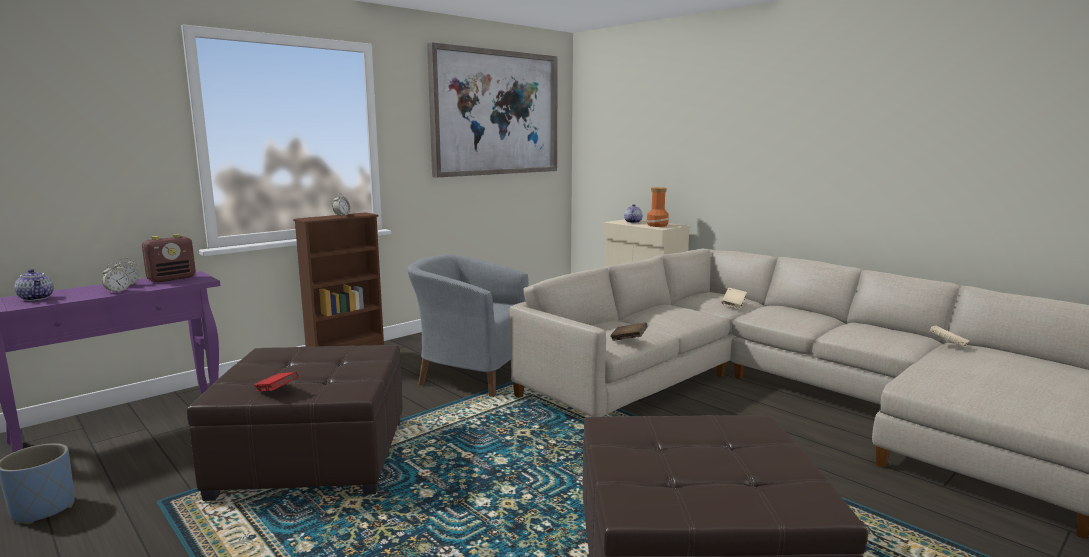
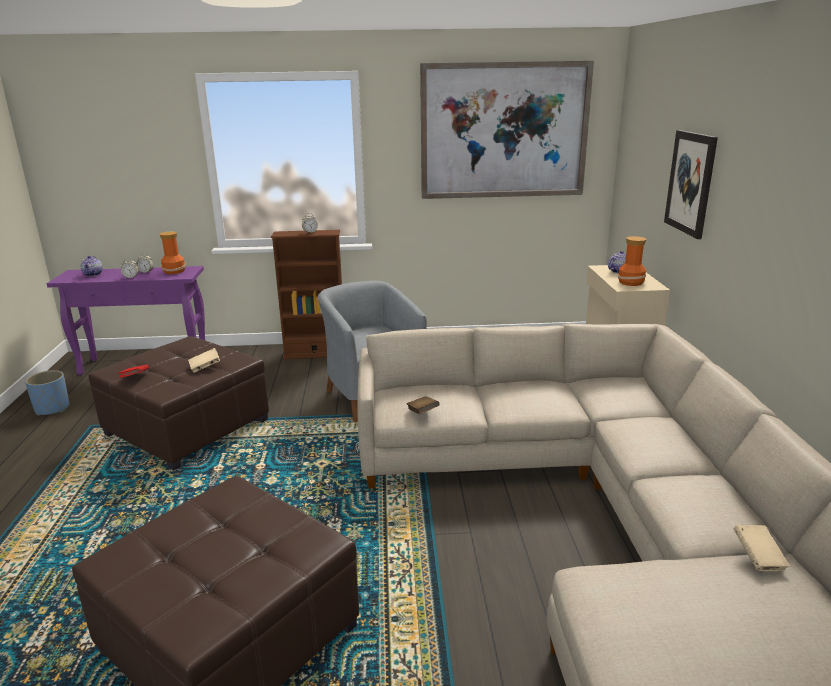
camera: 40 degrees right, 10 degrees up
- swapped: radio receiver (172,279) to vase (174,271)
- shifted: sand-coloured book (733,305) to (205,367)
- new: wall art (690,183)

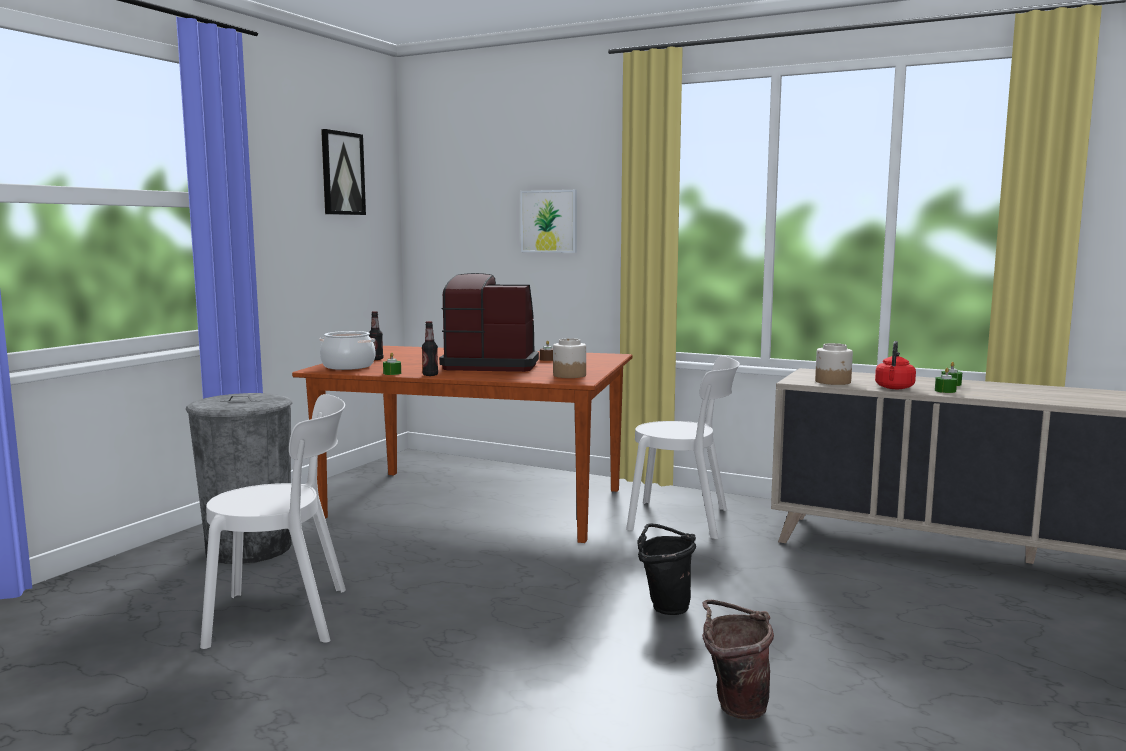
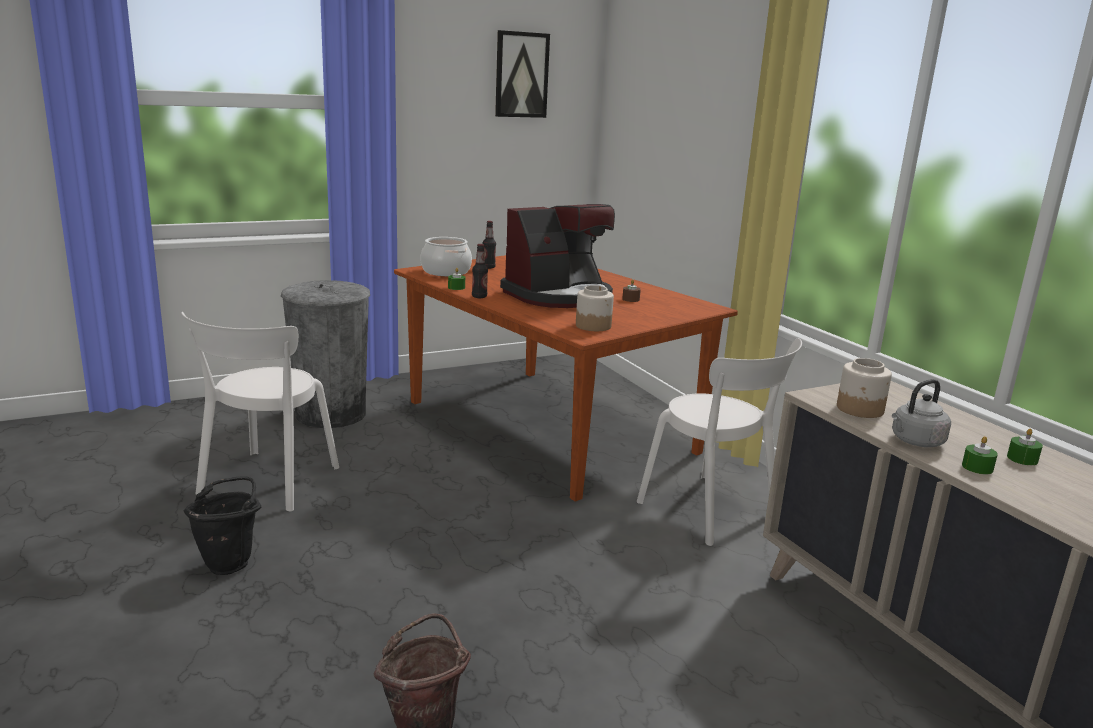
camera: 35 degrees right, 10 degrees up
- rotated: white plain chair (286,616) = (266,483) 75 degrees clockwise
- shifted: blackish water bucket (665,606) to (230,562)
- rotated: coffee brewer (490,365) = (559,296) 105 degrees clockwise
- repainted: reddish kettle (894,388) to gray kettle (915,442)
- gone: wall art (549,221)

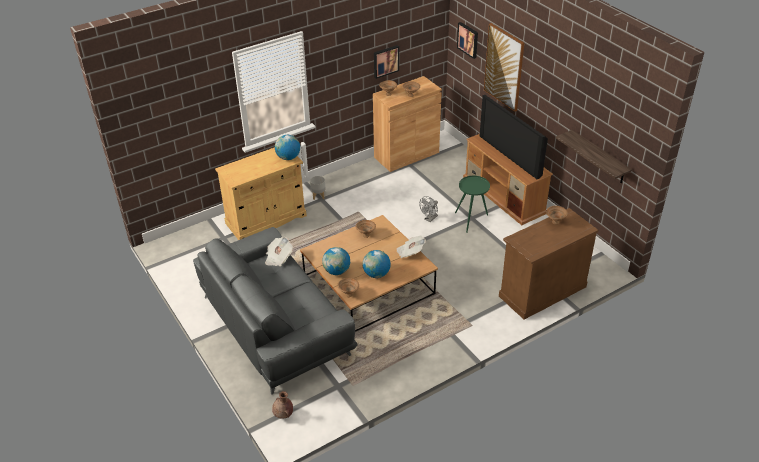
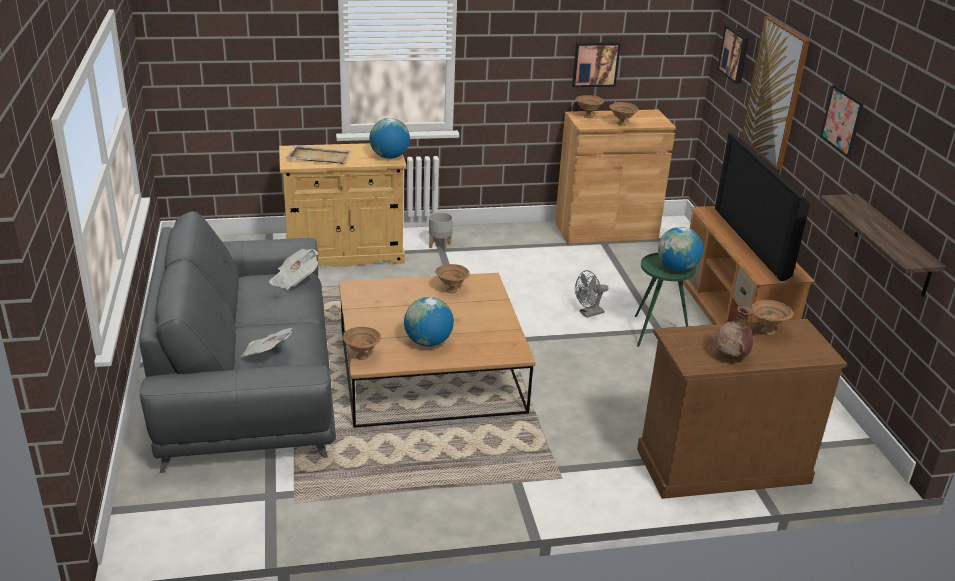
camera: 20 degrees right, 10 degrees down
- shifted: printed paper (410,252) to (267,354)
- new: sand-coloured tray (318,157)
- shifted: world globe (336,271) to (677,268)
- shifted: brownish vase (283,414) to (730,357)
- new: wall art (842,120)

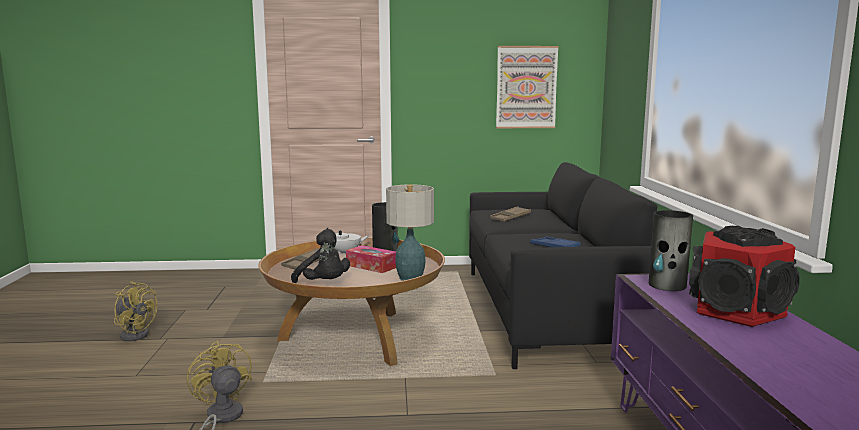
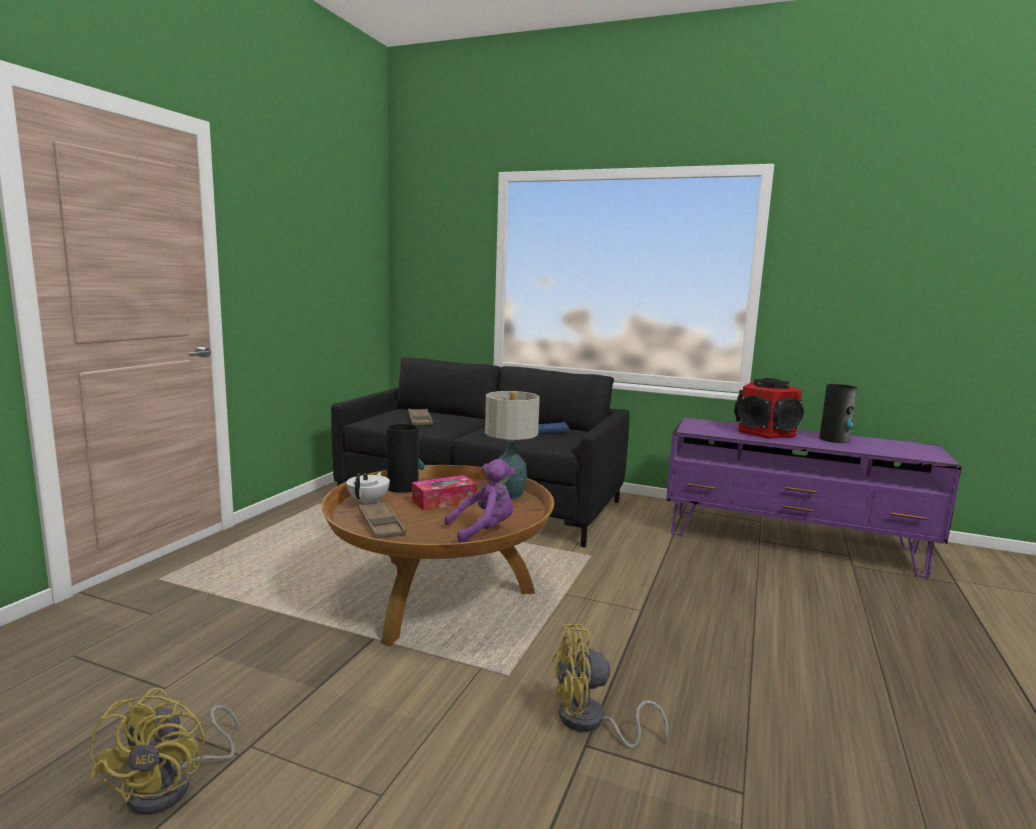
camera: 65 degrees left, 0 degrees up
- rotated: yellow-coloured electric fan (135,334) = (173,786) 120 degrees clockwise
- repainted: blackish plush toy (324,284) to purple plush toy (484,531)
- shifted: vase (667,285) to (834,439)
- gone: wall art (526,87)

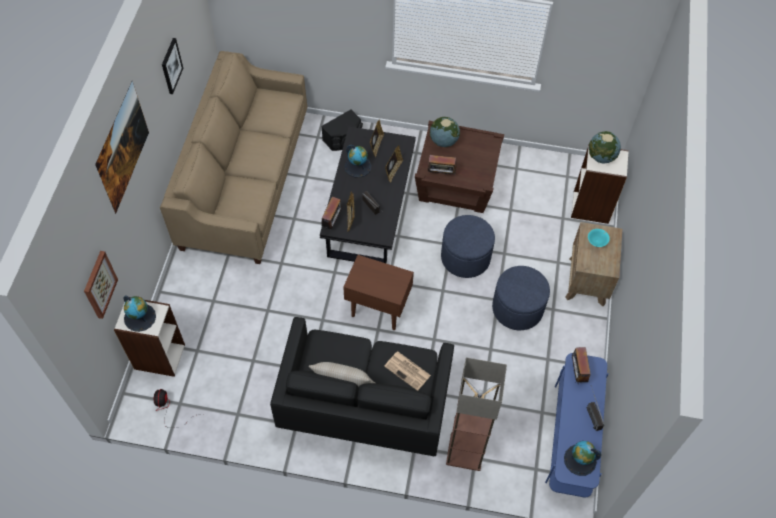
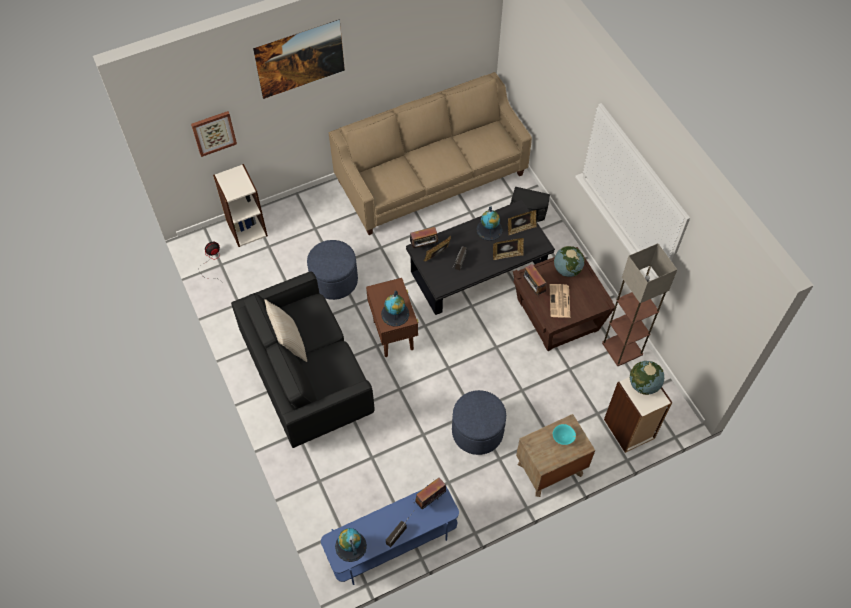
camera: 55 degrees right, 0 degrees up
- shifted: bluish footrest (465,257) to (334,280)
- shifted: world globe (140,317) to (395,314)
- shifted: printed paper (408,371) to (560,301)
- shifted: floor lamp (464,452) to (621,348)
- gone: wall art (171,66)

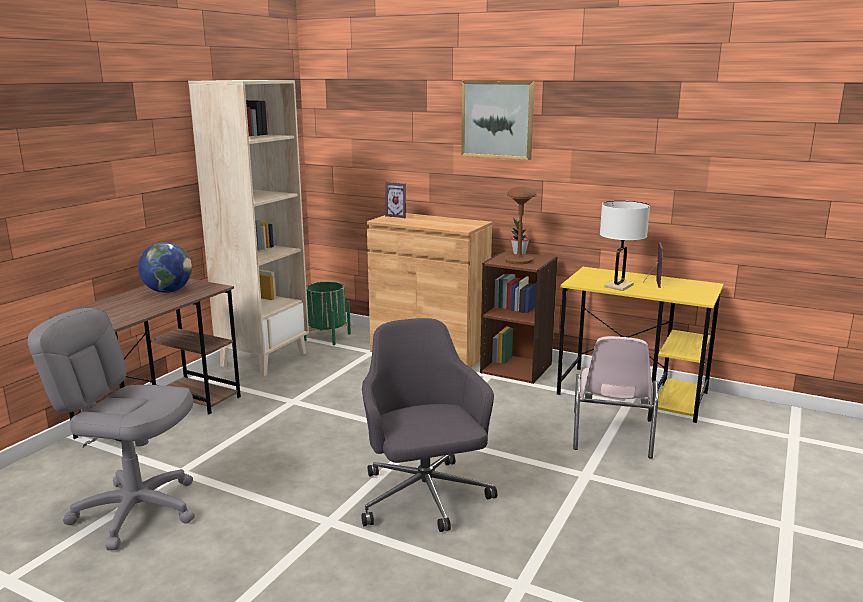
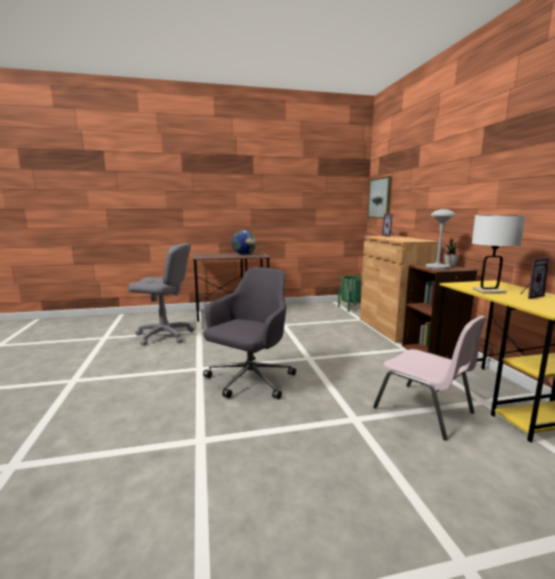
camera: 50 degrees right, 5 degrees down
- rotated: gray computer chair (137,510) = (164,336) 120 degrees clockwise
- shifted: wall art (497,119) to (380,198)
- rotated: pink-coloured plain chair (611,435) = (424,411) 105 degrees counterclockwise
- repainted: brownish lamp for a table (519,260) to gray lamp for a table (437,267)
- gone: sand-coloured bookcase (264,359)

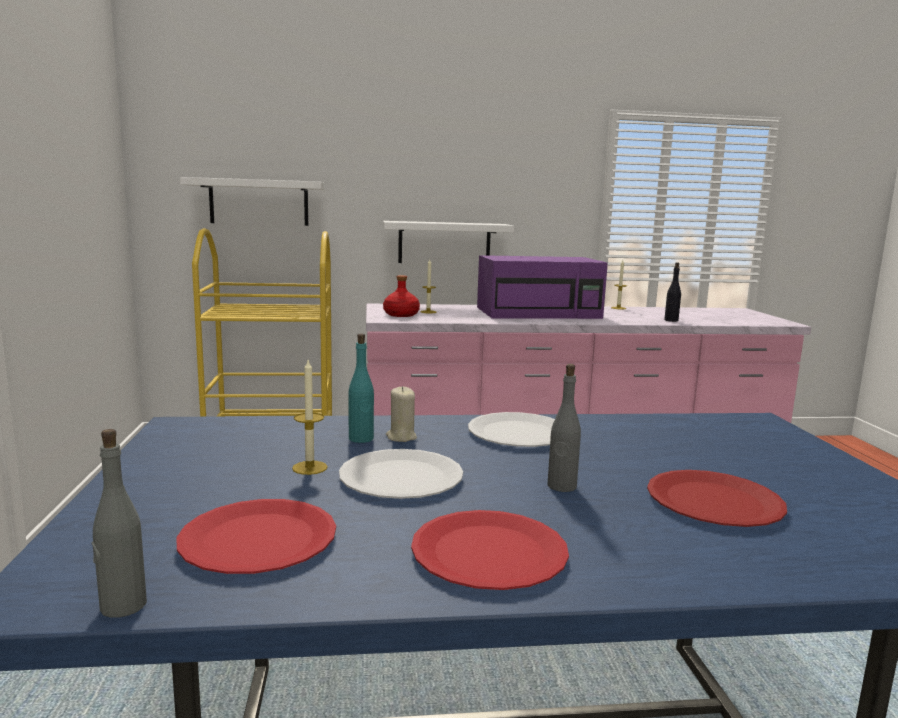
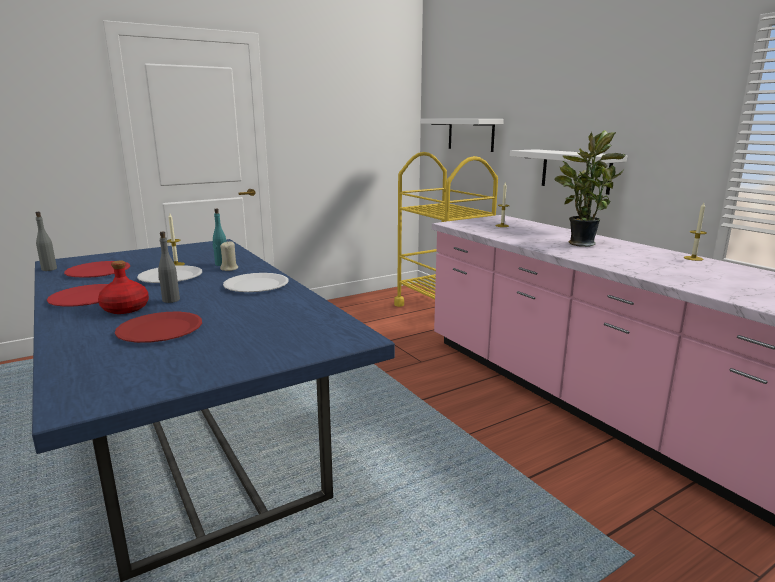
camera: 65 degrees right, 5 degrees up
- shifted: reddish bottle (400,315) to (125,309)
- swapped: purple kitchen microwave (540,313) to plant in a pot (580,243)
- gone: blackish bottle (671,320)

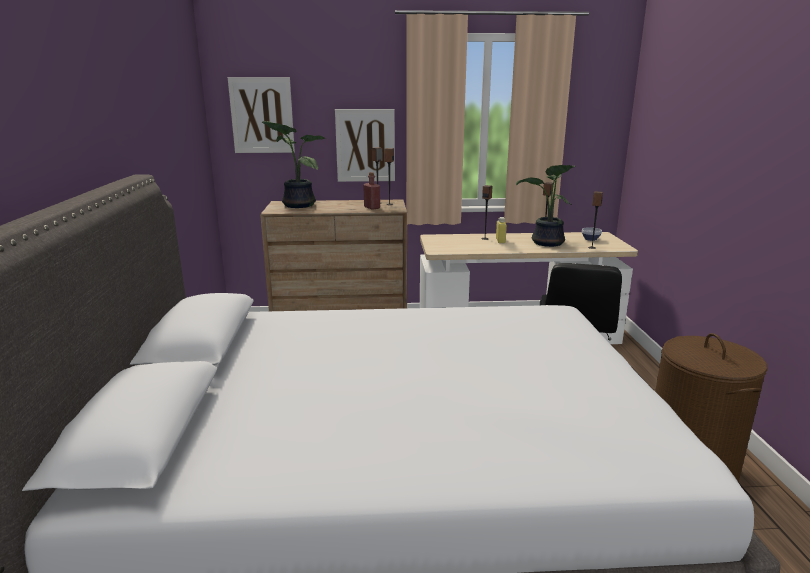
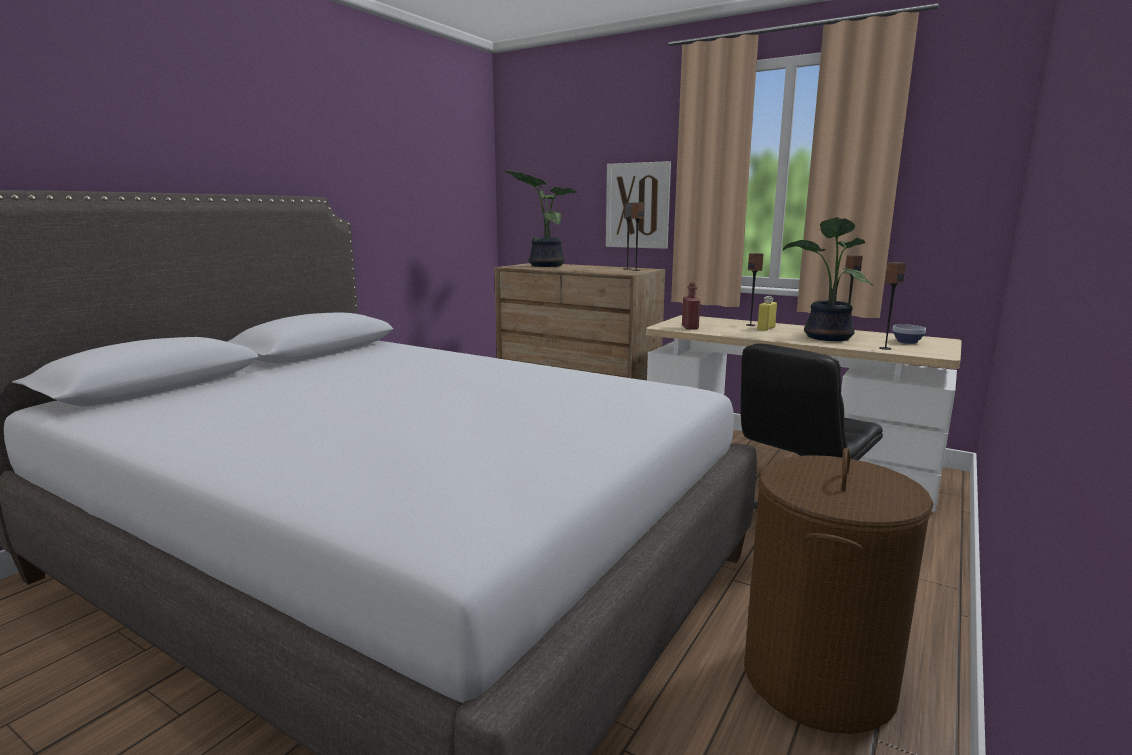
camera: 35 degrees right, 5 degrees down
- shifted: reddish bottle (372,207) to (690,327)
- gone: wall art (262,115)

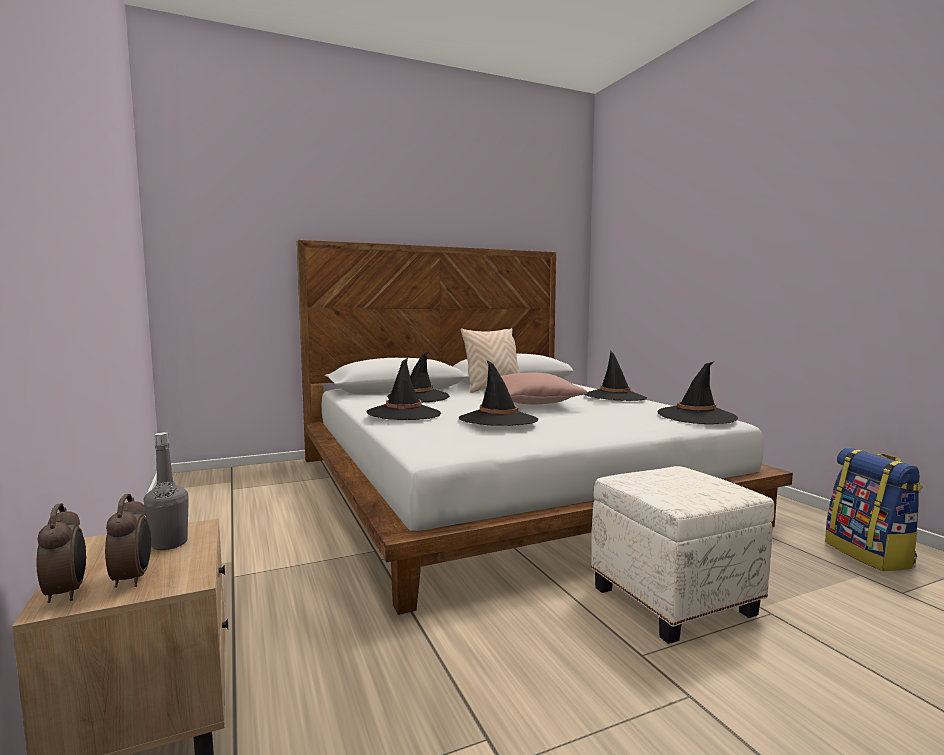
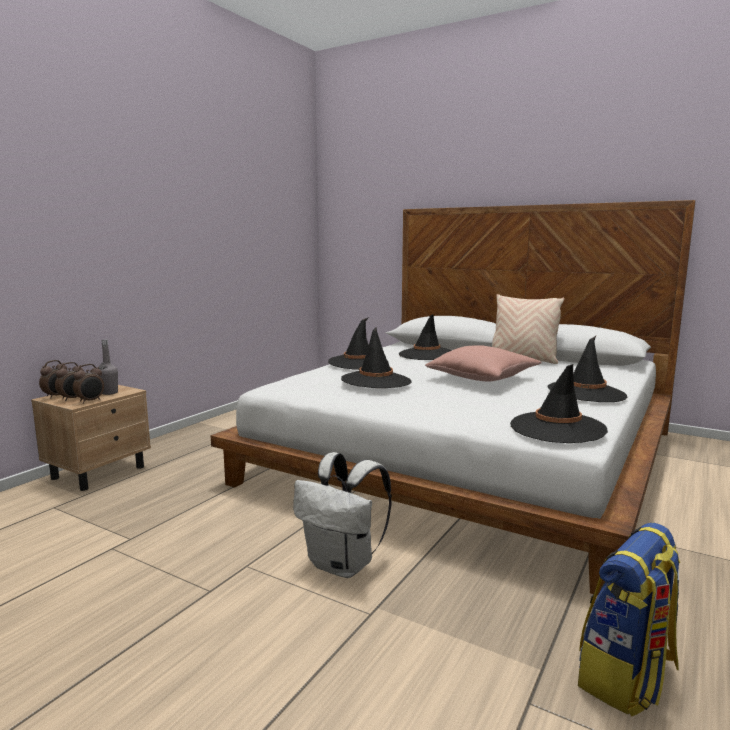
camera: 55 degrees right, 5 degrees up
- new: table clock (90,401)
- swapped: white footrest (673,599) to white rucksack (343,565)

